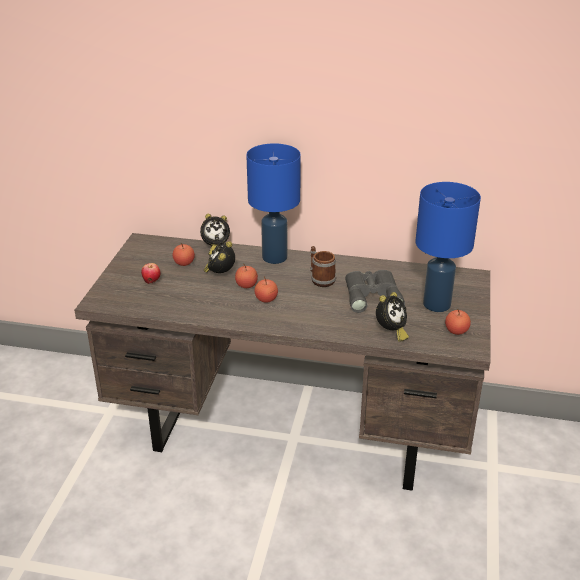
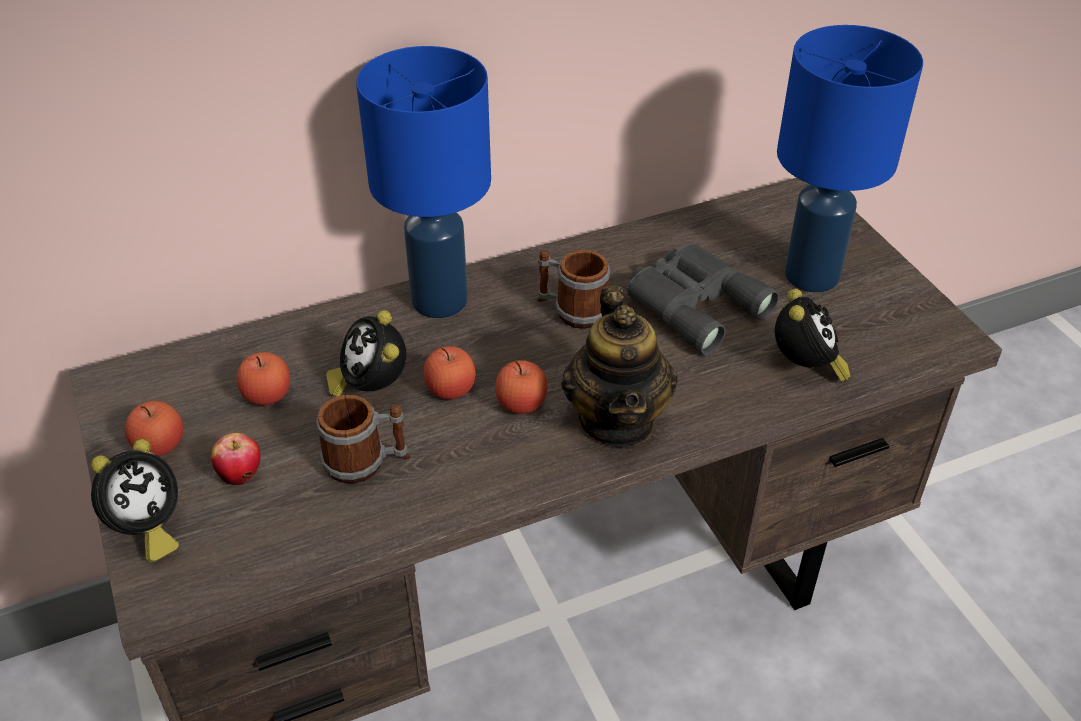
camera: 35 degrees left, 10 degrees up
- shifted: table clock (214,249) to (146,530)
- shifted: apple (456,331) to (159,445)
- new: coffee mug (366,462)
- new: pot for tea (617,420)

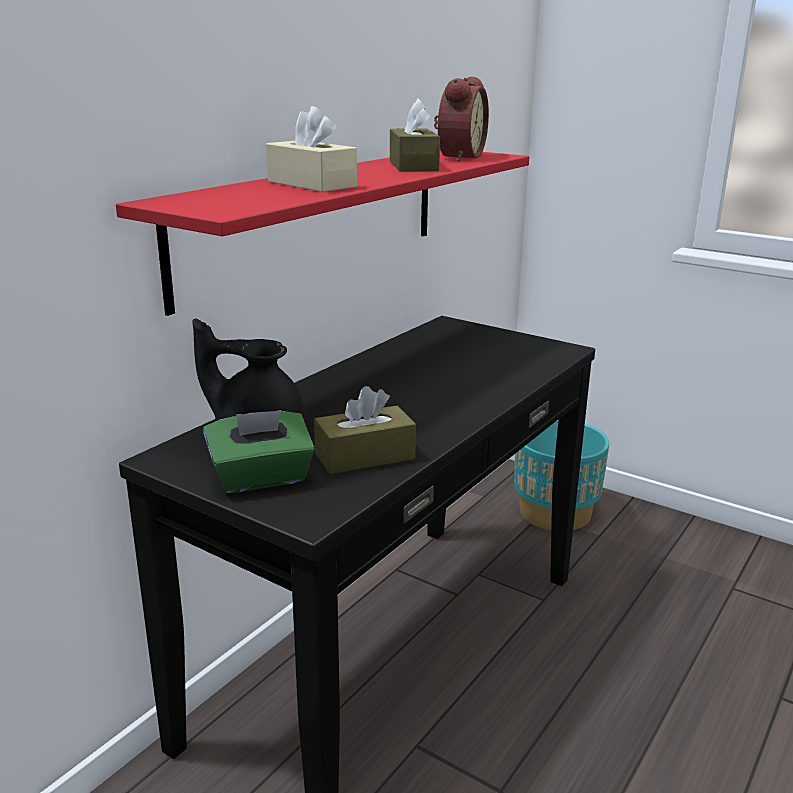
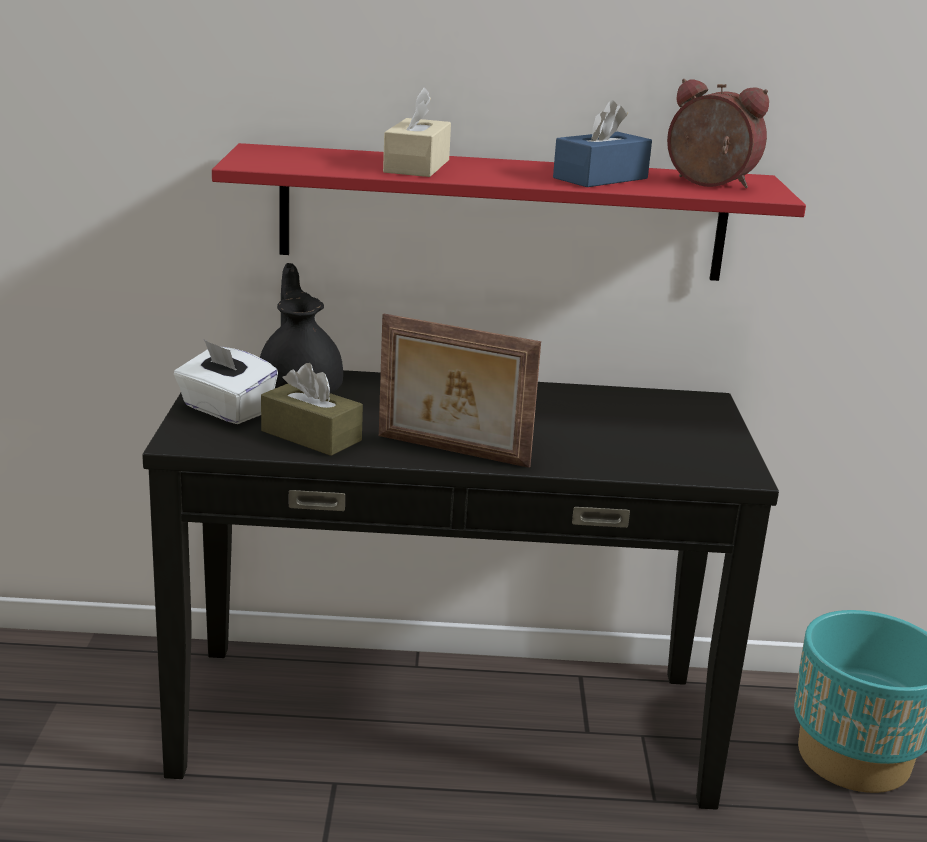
camera: 55 degrees right, 0 degrees up
- repainted: greenish box of tissues (261,478) to white box of tissues (225,410)
- new: photo frame (451,452)
- repainted: brownish box of tissues (413,166) to bluish box of tissues (600,178)
- rotated: table clock (457,157) = (708,184) 135 degrees counterclockwise

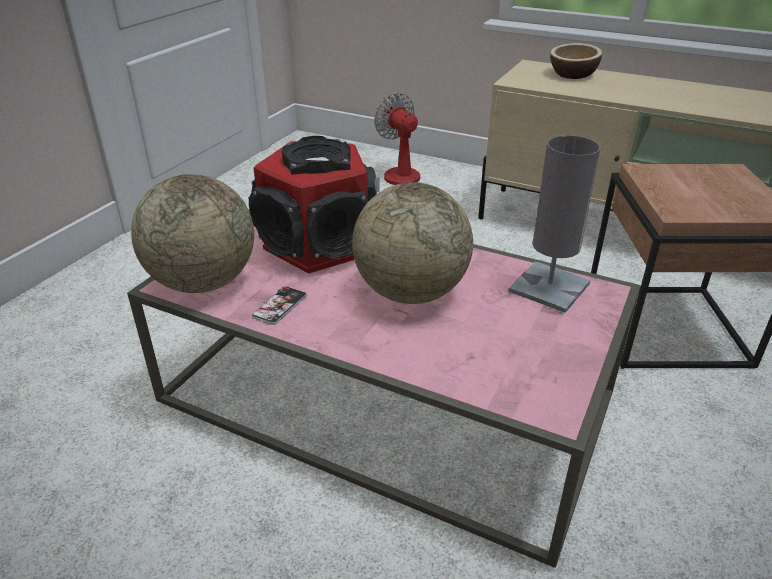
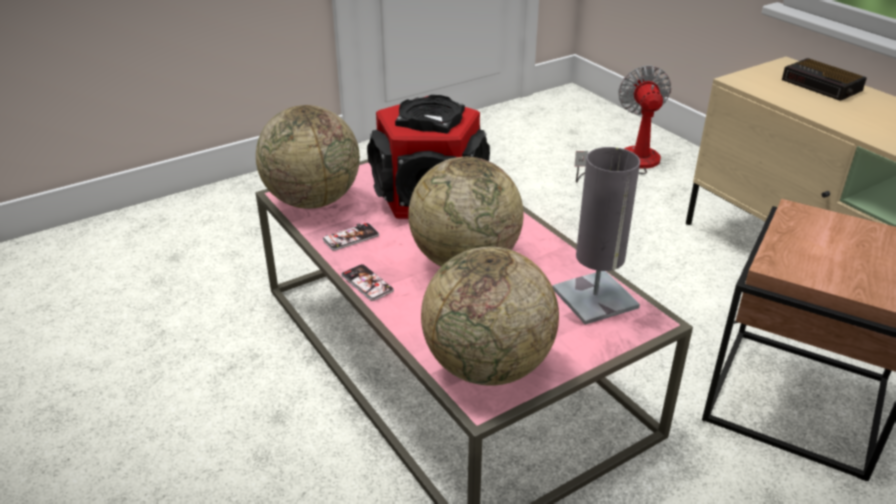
camera: 30 degrees right, 0 degrees up
- new: phone (367,283)
- new: world globe (488,366)
- swapped: serving bowl (572,74) to table clock (823,85)

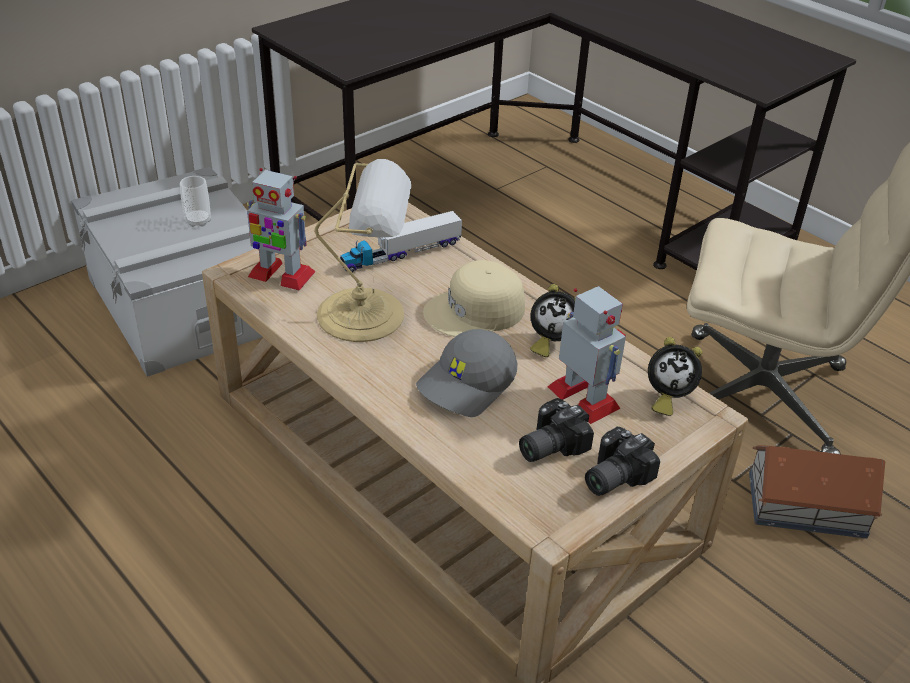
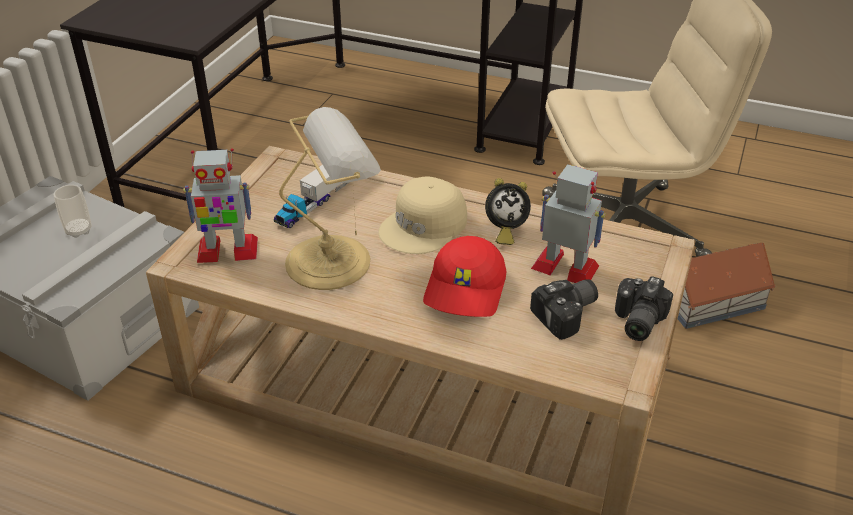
camera: 25 degrees left, 0 degrees up
- repainted: gray peaked cap (467,385) to reddish peaked cap (466,290)
- rotated: still camera (548,445) = (568,315) 150 degrees counterclockwise
- gone: table clock (666,397)

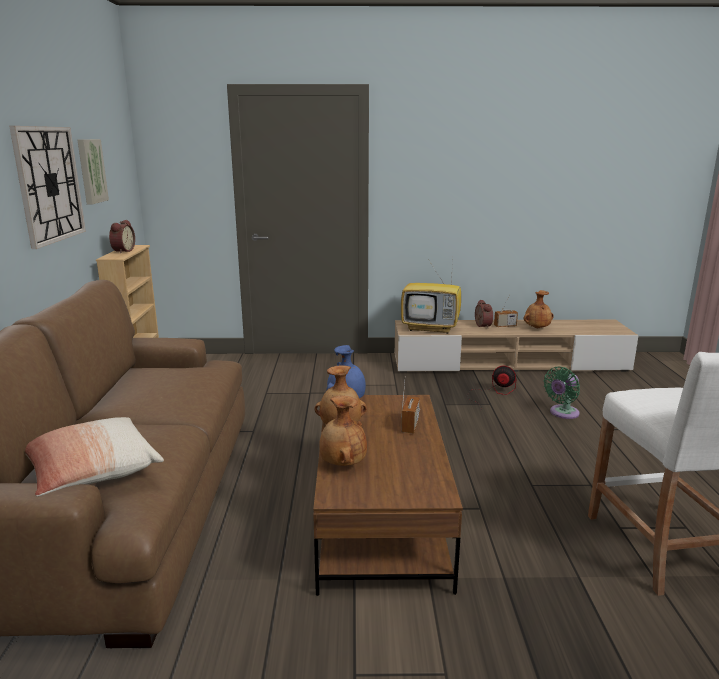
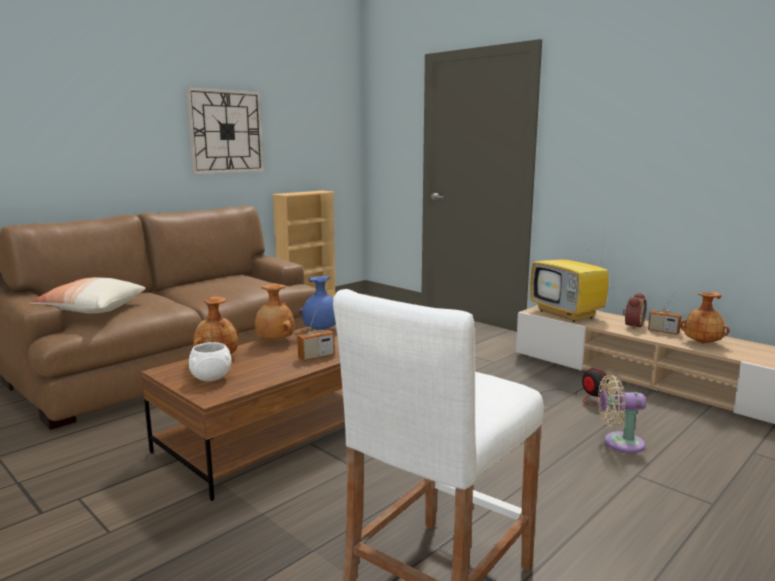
camera: 45 degrees right, 5 degrees down
- new: white serving bowl (211,378)
- repainted: greenish electric fan (562,413) to sand-coloured electric fan (619,443)
- gone: wall art (90,171)
- gone: table clock (122,251)

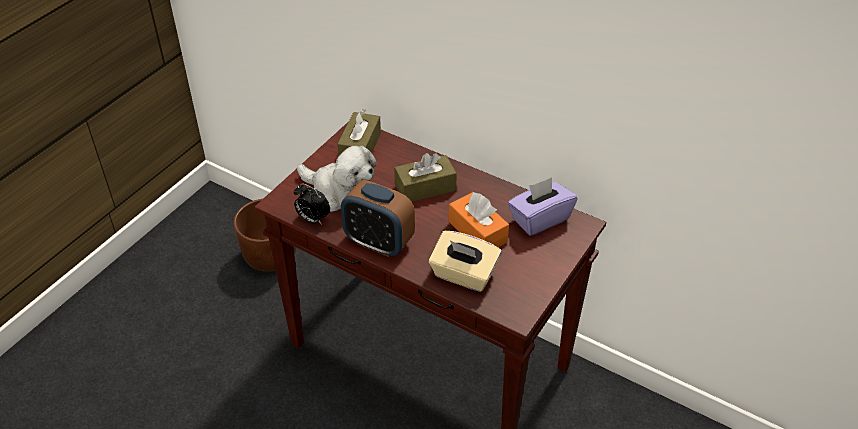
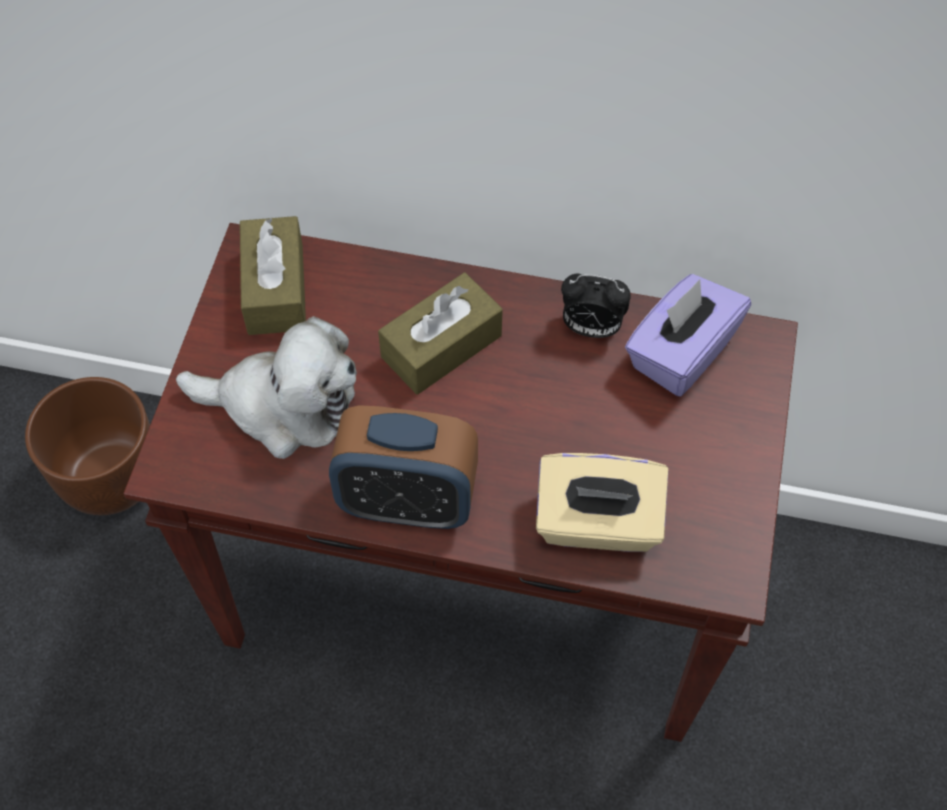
camera: 20 degrees left, 15 degrees up
- shifted: table clock (312,219) to (590,328)
- gone: orange-coloured box of tissues (477,232)

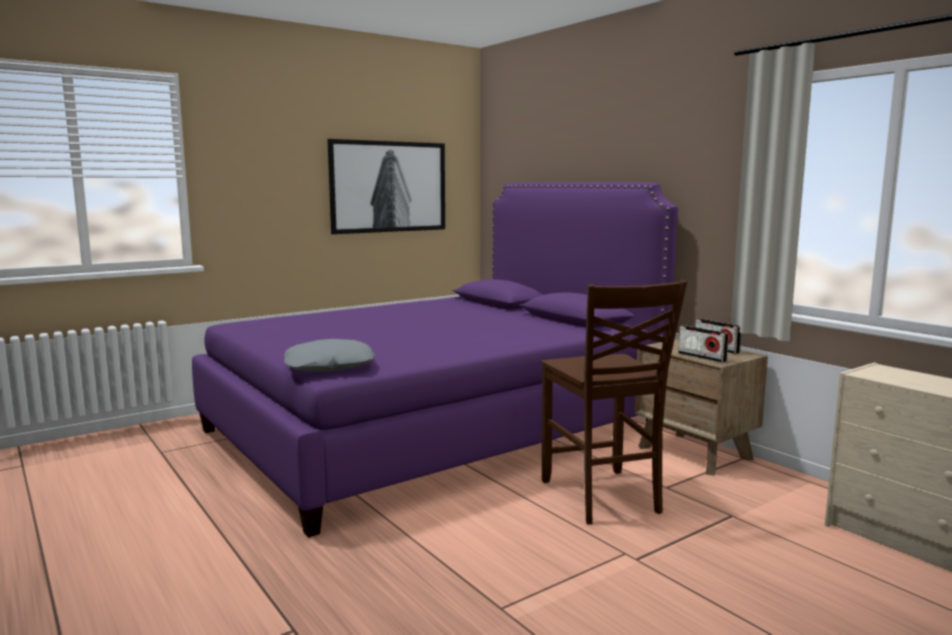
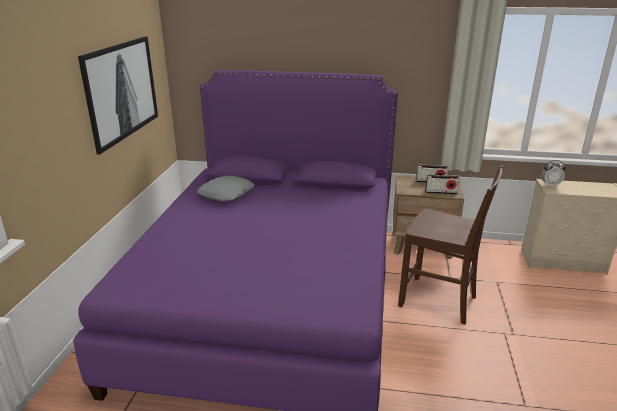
camera: 45 degrees left, 15 degrees up
- shifted: gray cushion (329,366) to (227,194)
- new: table clock (550,185)

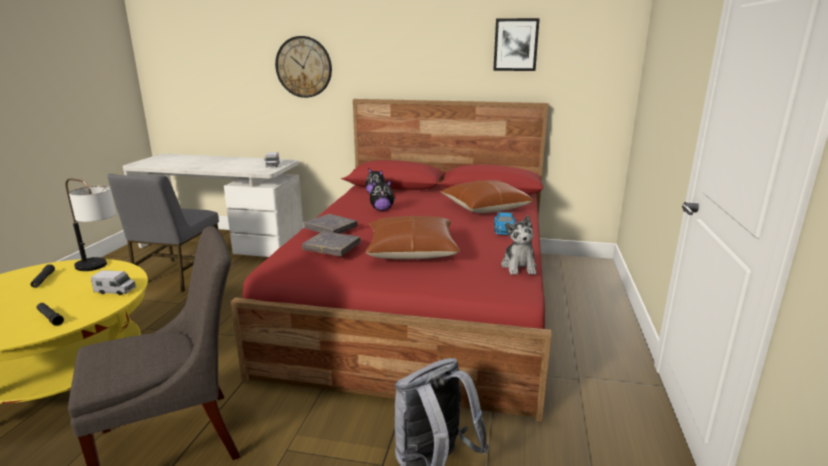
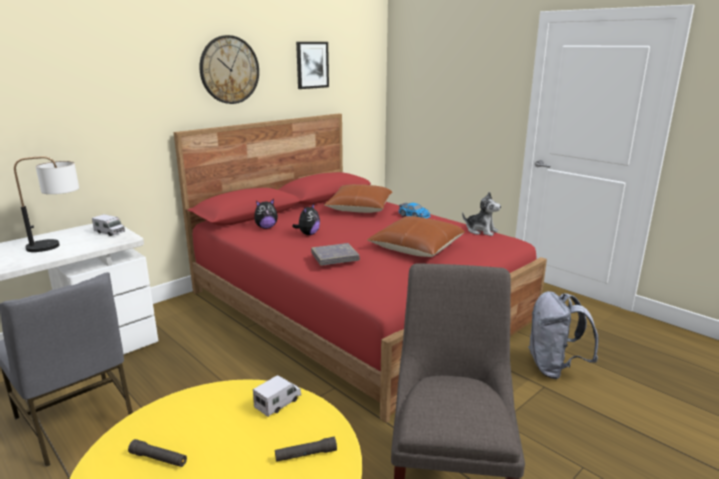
camera: 55 degrees left, 0 degrees up
- shifted: lamp for a table (100,268) to (59,244)
- shifted: clock on the wall (304,67) to (229,70)
- gone: gray book (332,247)

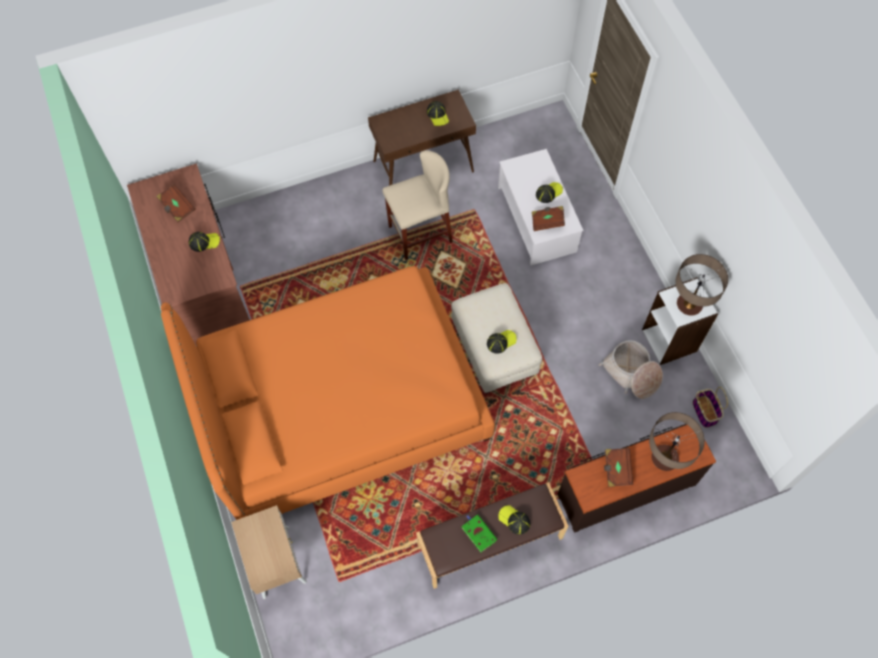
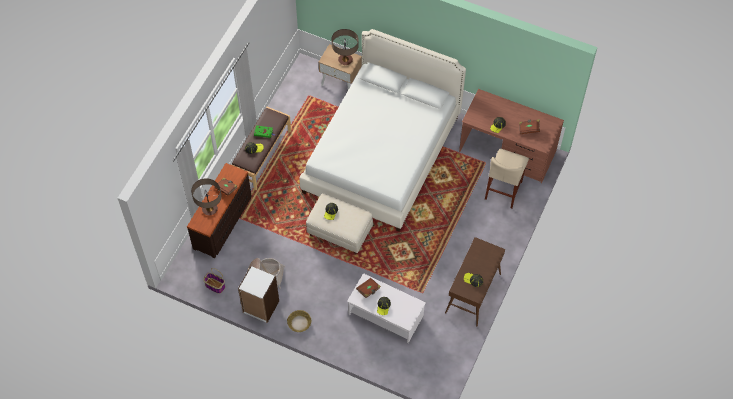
camera: 135 degrees right, 5 degrees down
- new: storage basket (299,323)
- repainted: orange-coloured bedroom bed (340,404) to white bedroom bed (382,154)
- shifted: lamp for a table (689,305) to (345,60)
- shifted: sand-coloured sitting stool (420,234) to (503,190)

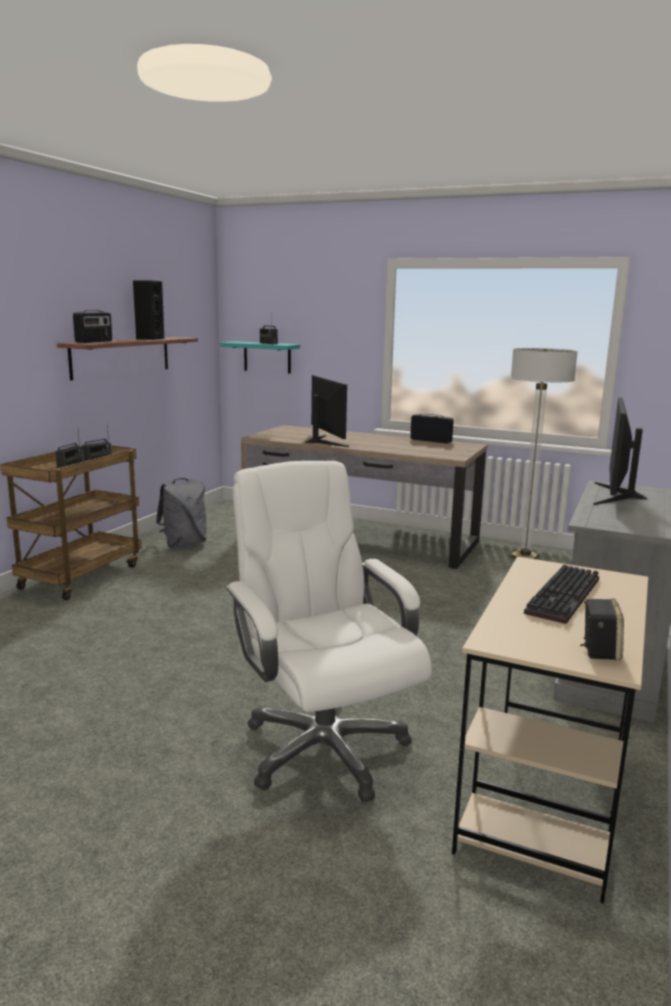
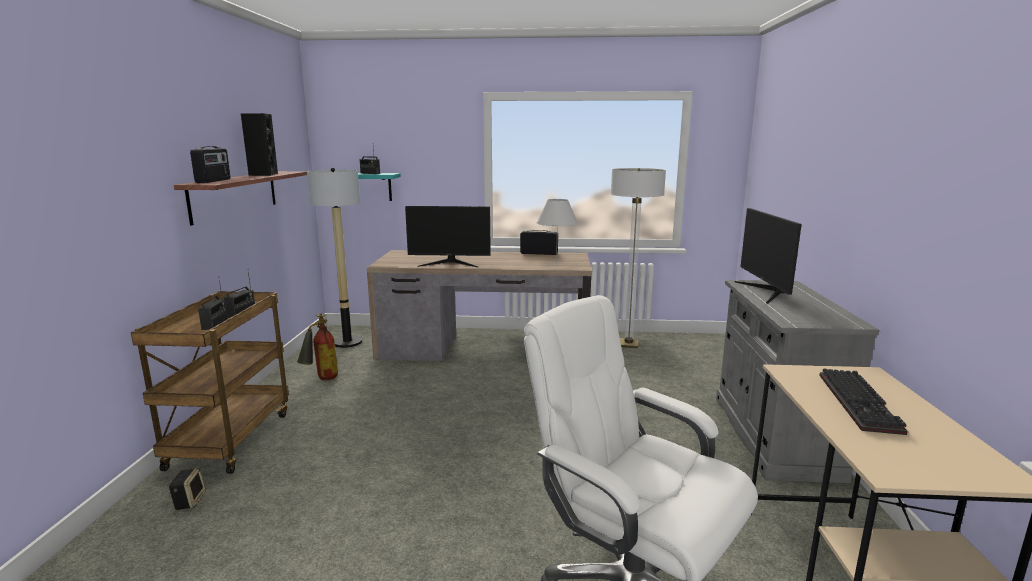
camera: 20 degrees left, 0 degrees up
- shifted: audio speaker (599,650) to (189,501)
- swapped: gray rucksack (184,543) to extinguisher (321,380)
- new: floor lamp (347,342)
- rotated: monitor (323,441) = (450,263) 135 degrees clockwise
- new: white lamp for a table (556,265)

